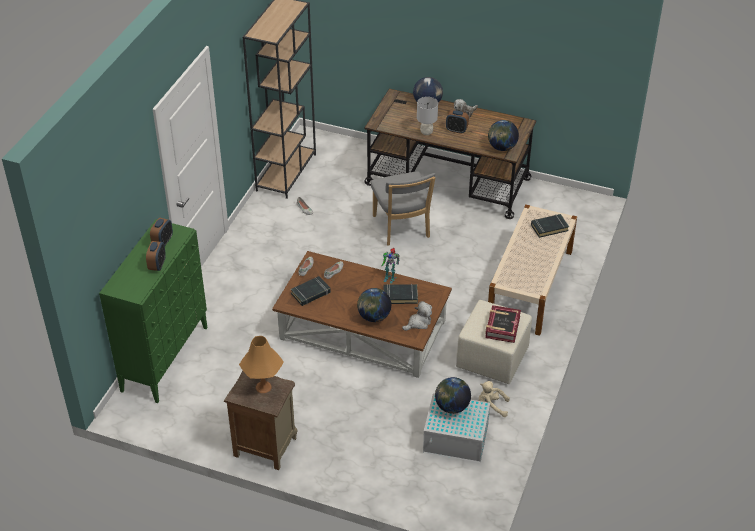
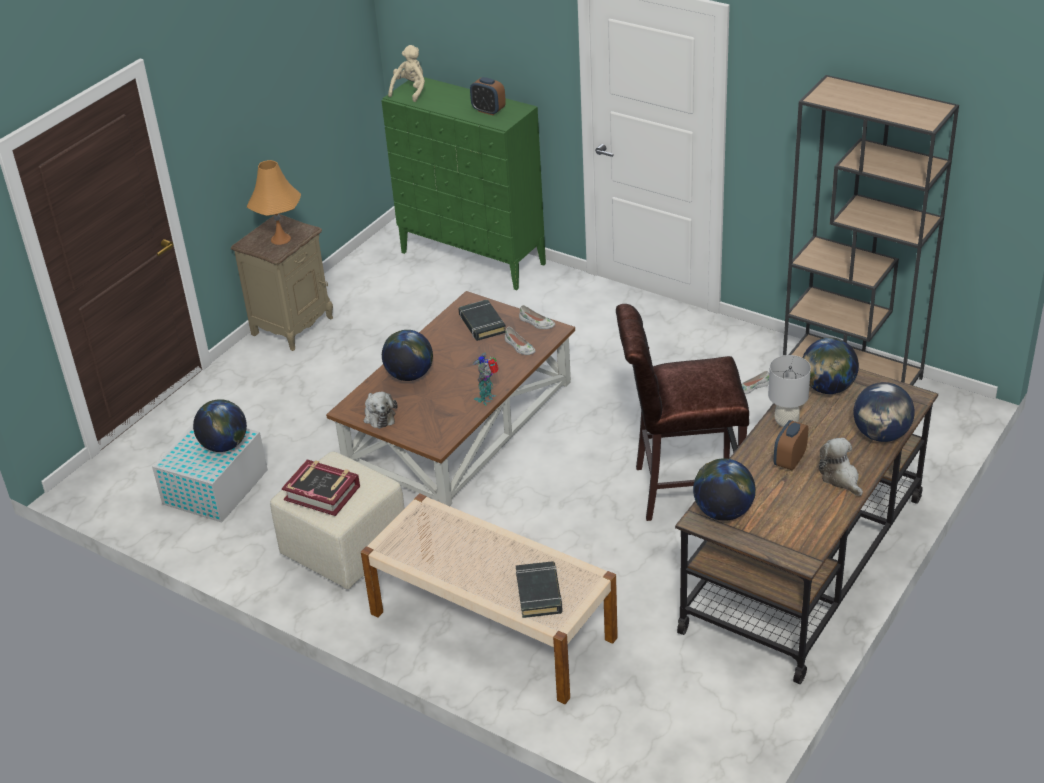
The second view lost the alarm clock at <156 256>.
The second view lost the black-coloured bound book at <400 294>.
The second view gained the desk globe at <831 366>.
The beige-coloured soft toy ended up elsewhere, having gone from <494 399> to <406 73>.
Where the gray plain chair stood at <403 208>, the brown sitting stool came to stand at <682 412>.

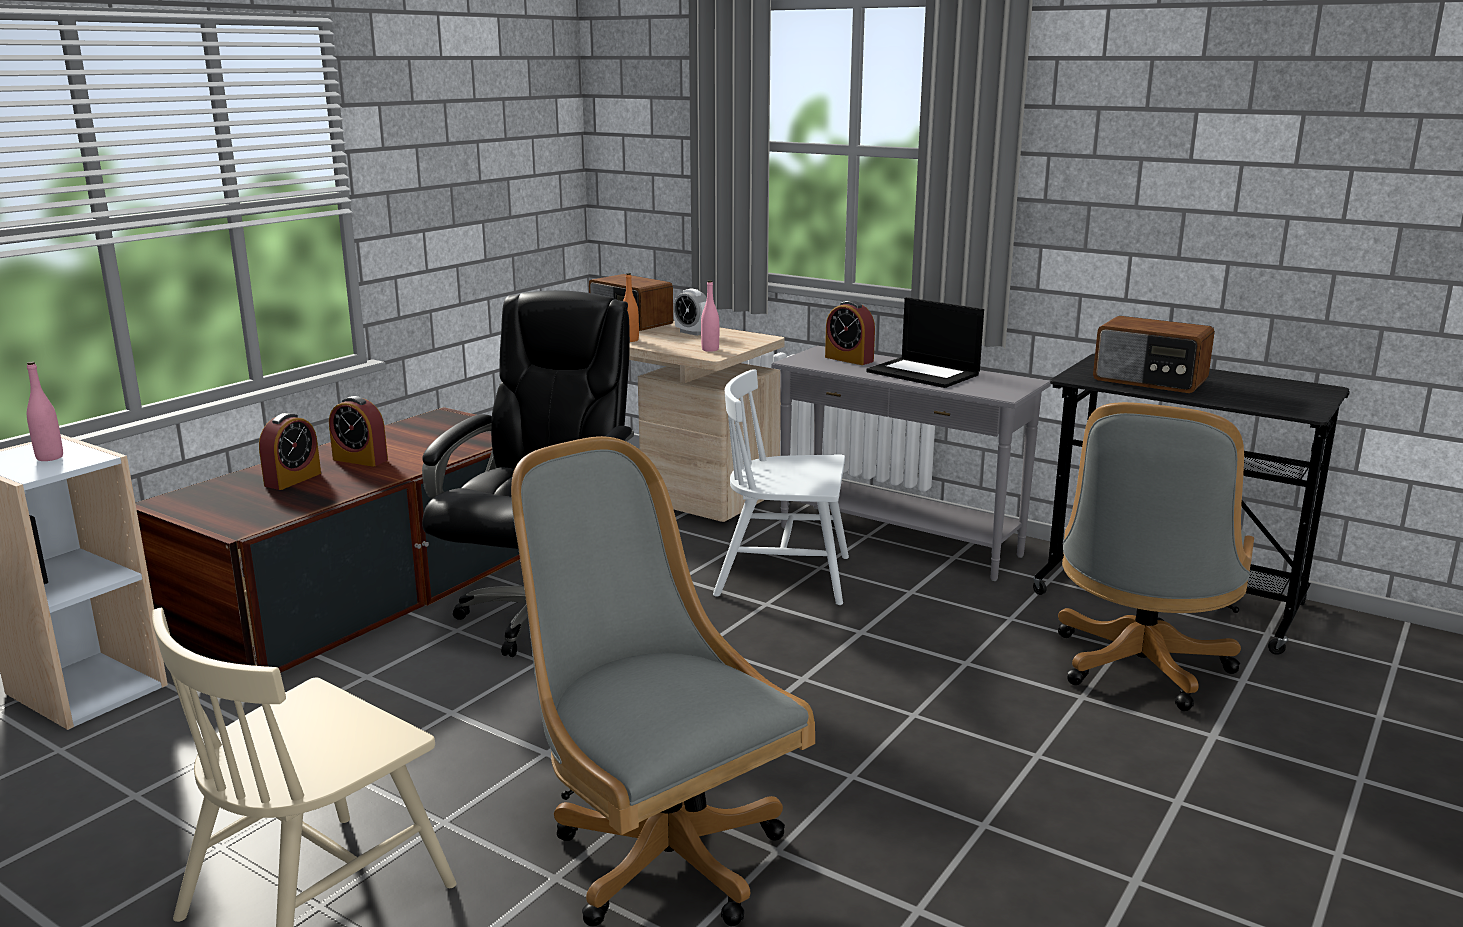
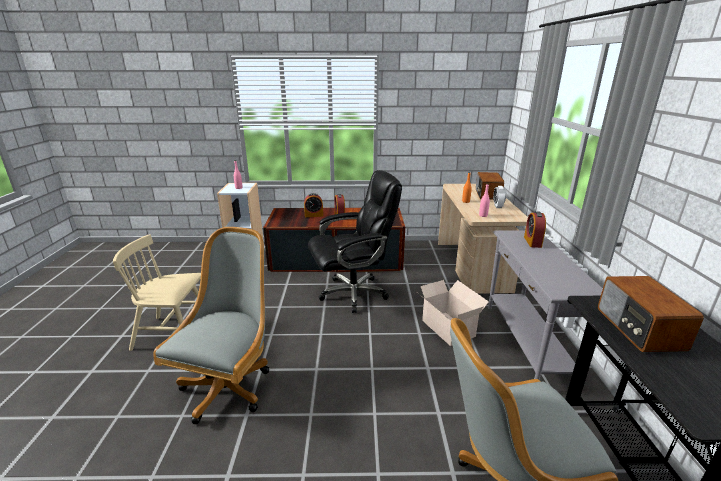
The second view lost the laptop at <925 342>.
Where the white plain chair stood at <781 487>, the cardboard box came to stand at <454 313>.

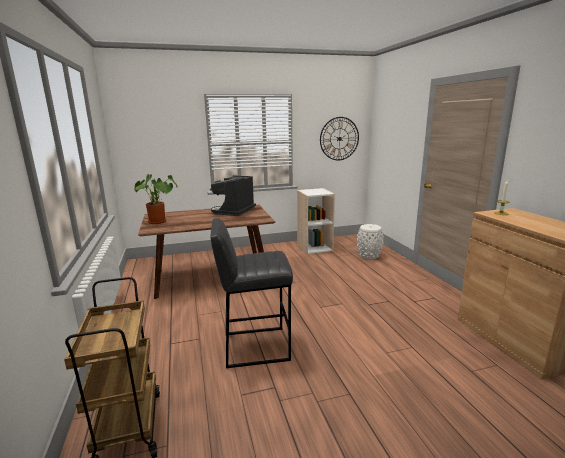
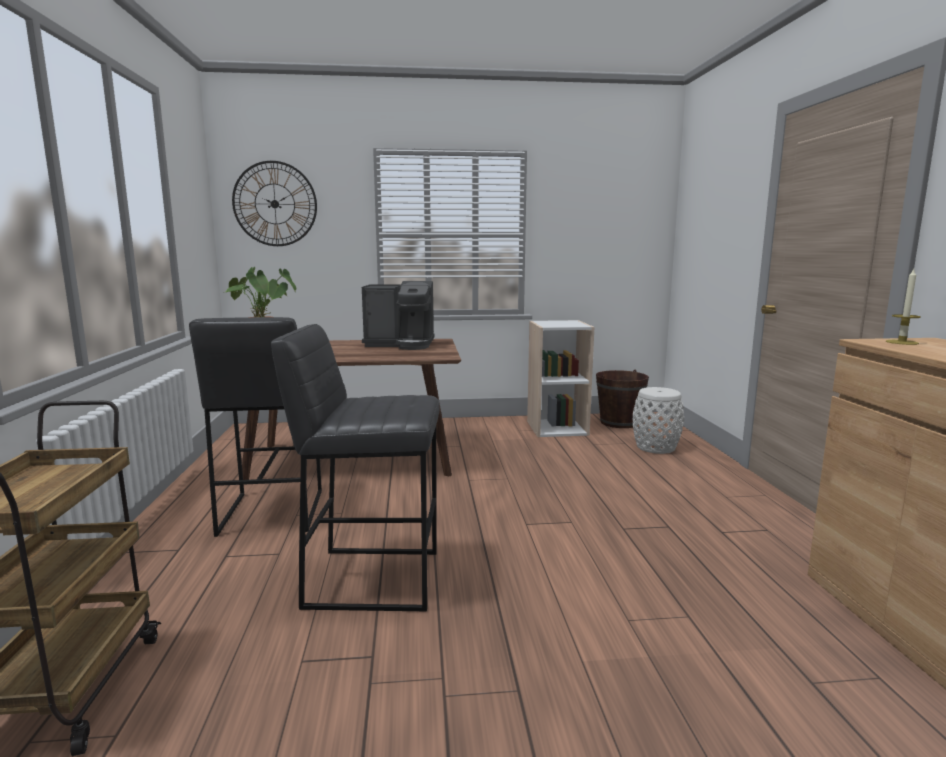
The second view gained the gray sitting stool at <255 427>.
The second view gained the brown water bucket at <622 399>.
The wall clock ended up elsewhere, having gone from <339 138> to <274 203>.
The coffee maker at <233 195> ended up facing another way, 120 degrees counterclockwise from before.

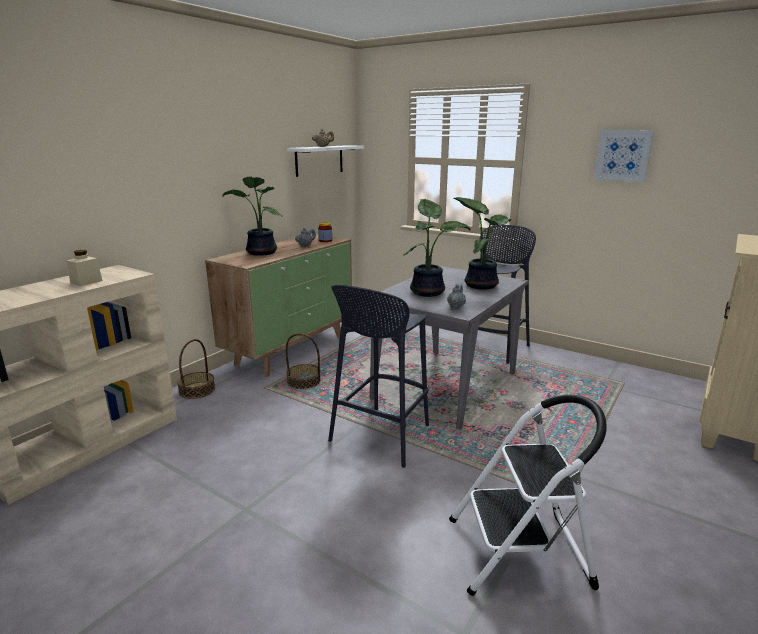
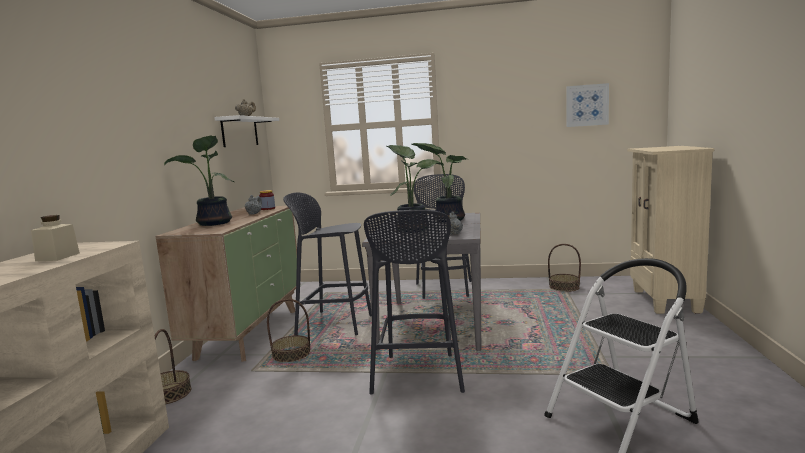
The second view gained the gray sitting stool at <327 263>.
The second view gained the storage basket at <564 268>.
The picture ended up elsewhere, having gone from <624 156> to <587 105>.

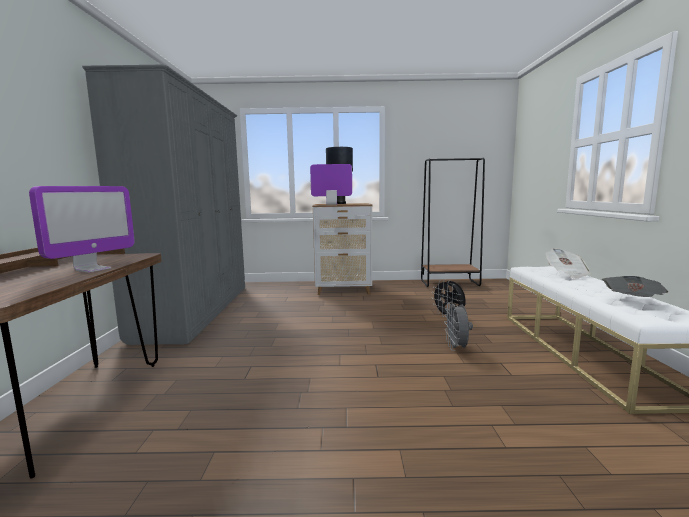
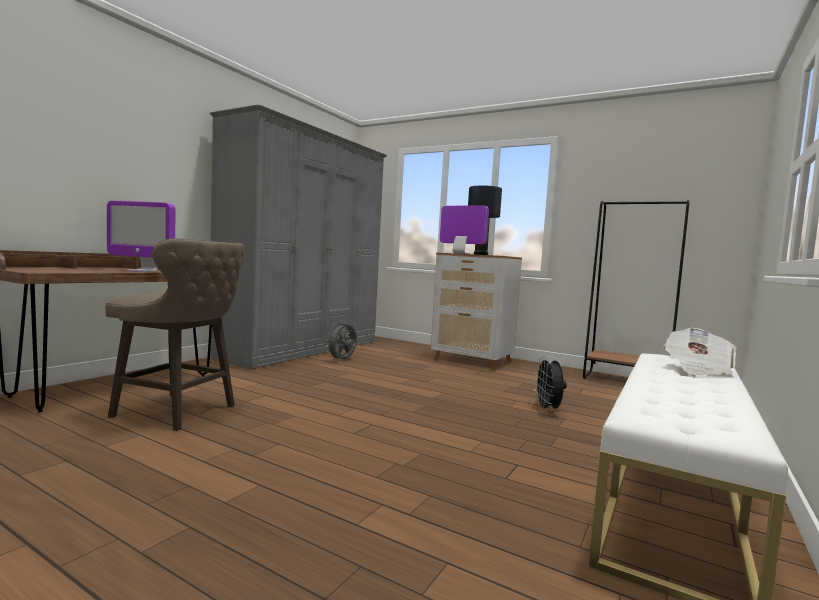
The second view lost the daily paper at <635 286>.
The second view gained the beige-coloured sitting stool at <174 334>.
The gray fan ended up elsewhere, having gone from <458 326> to <341 341>.
The monitor at <82 229> ended up facing another way, 45 degrees clockwise from before.

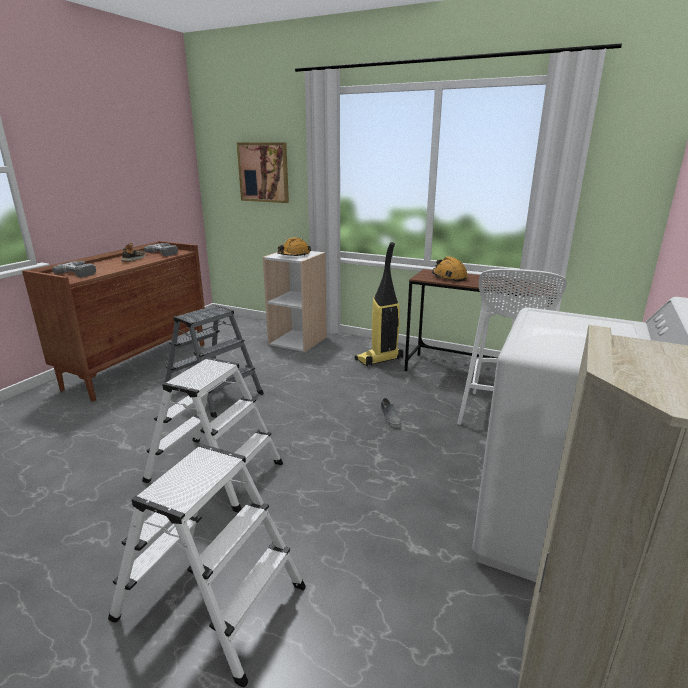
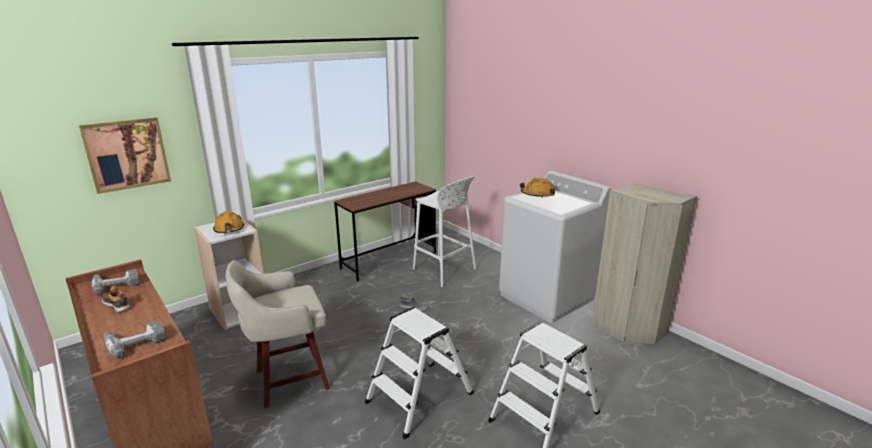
The second view lost the vacuum at <379 304>.
The orange hard hat ended up elsewhere, having gone from <450 269> to <537 188>.
Where the gray step ladder stood at <213 361>, the beige-coloured sitting stool came to stand at <278 334>.

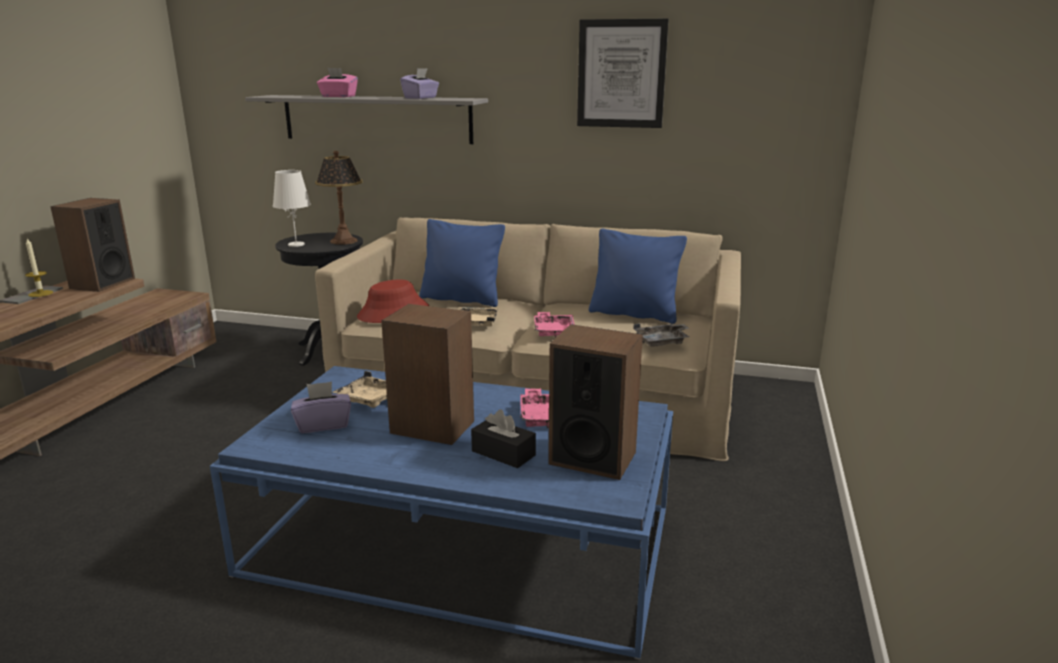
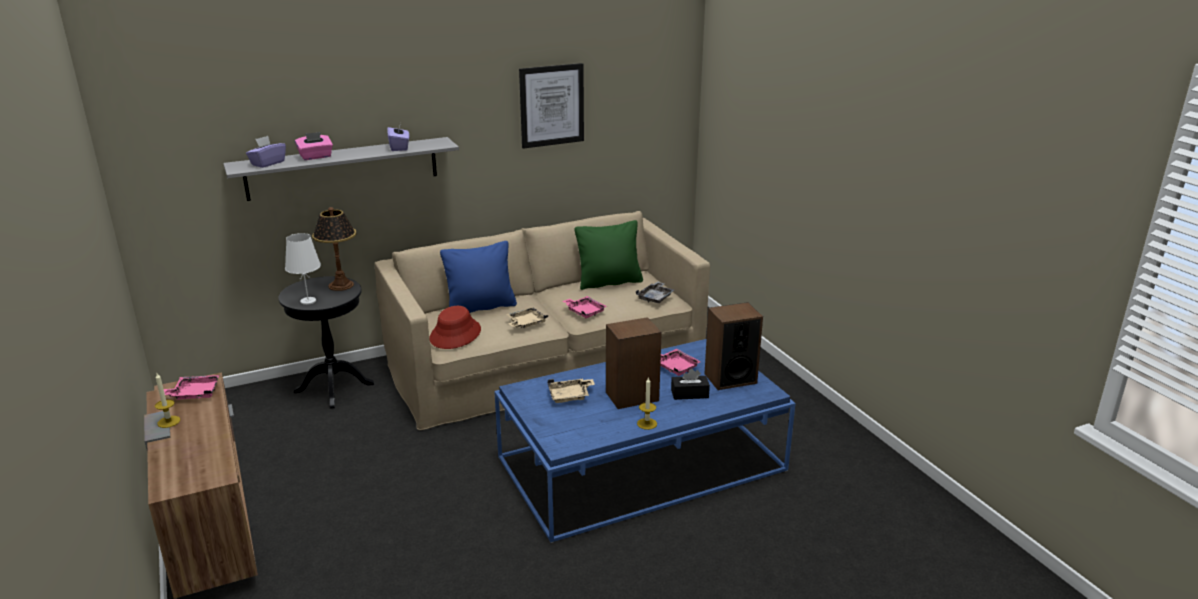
The second view gained the wax light at <647 403>.
The purplish tissue holder ended up elsewhere, having gone from <321 407> to <266 152>.
Where the audio speaker stood at <92 245>, the pink-coloured tray came to stand at <191 387>.
What was the blue throw pillow at <638 276> turned into the green throw pillow at <609 255>.

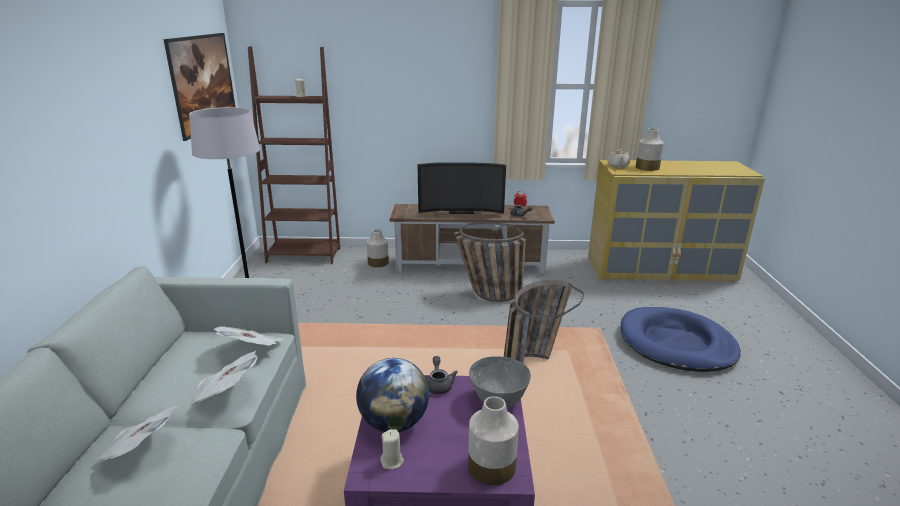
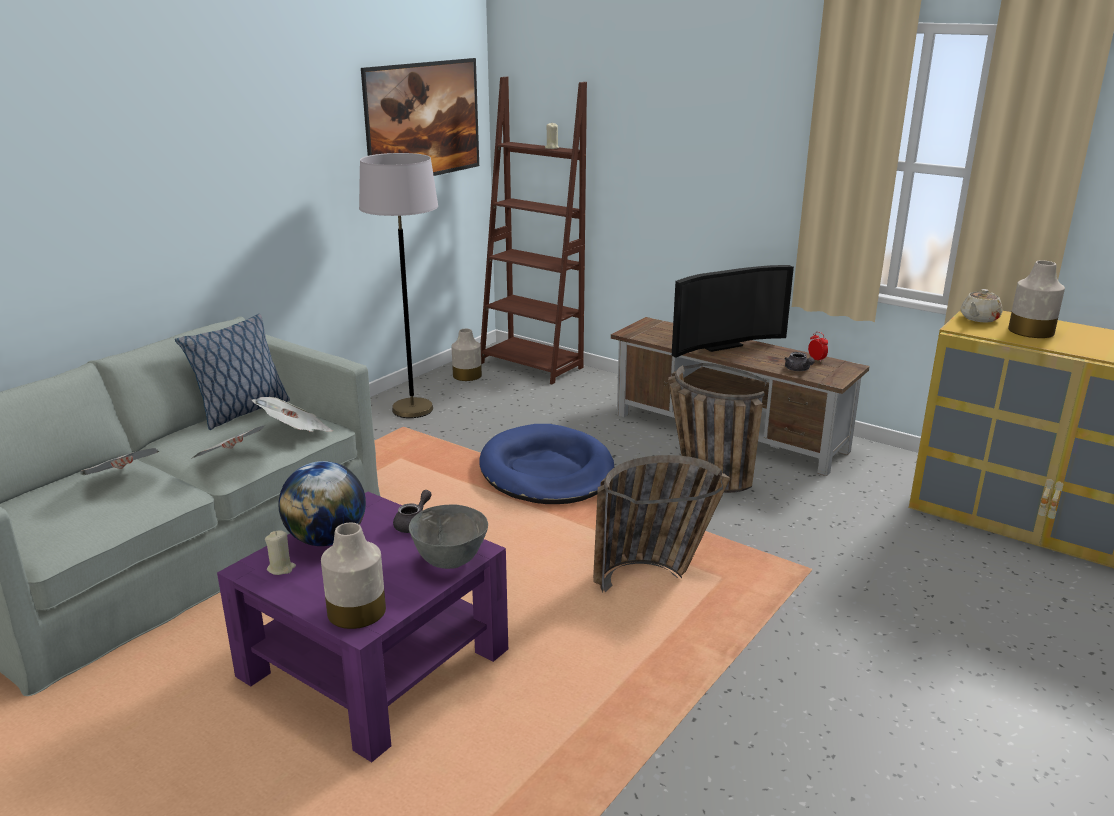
The second view gained the throw pillow at <232 372>.
The beige-coloured decorative vase ended up elsewhere, having gone from <378 248> to <467 355>.
The blue dog cushion ended up elsewhere, having gone from <681 339> to <546 464>.
The television at <462 188> ended up facing another way, 60 degrees counterclockwise from before.

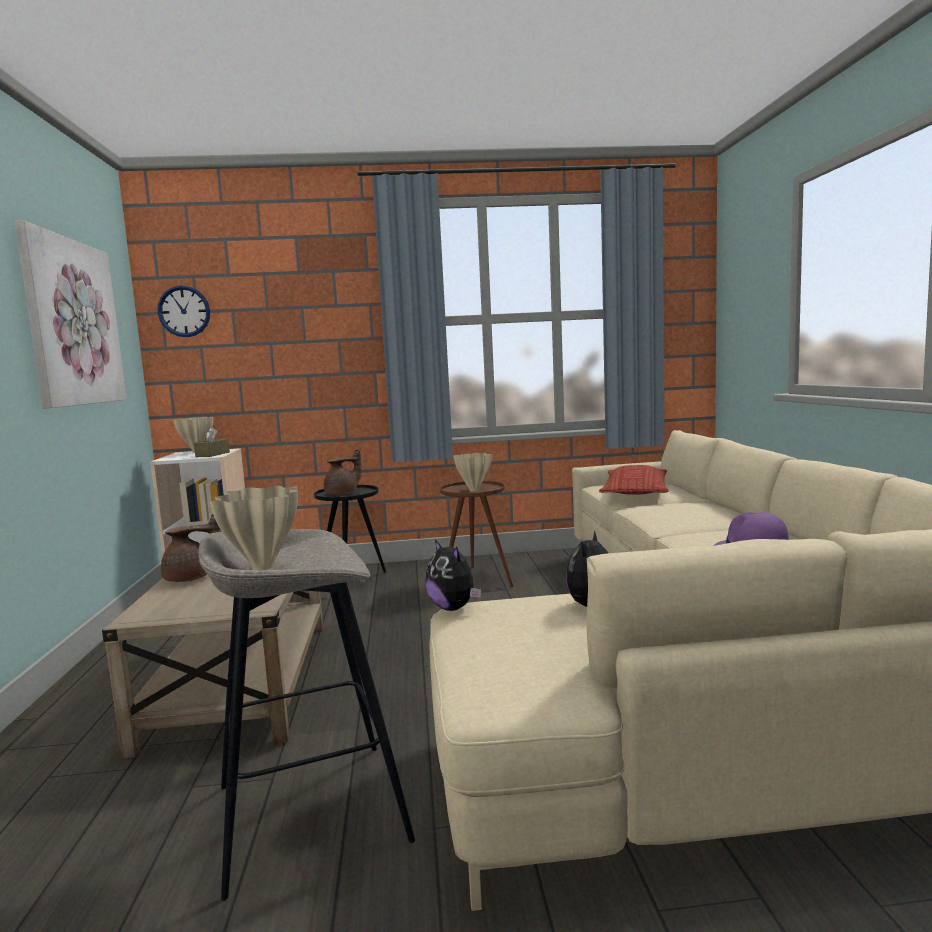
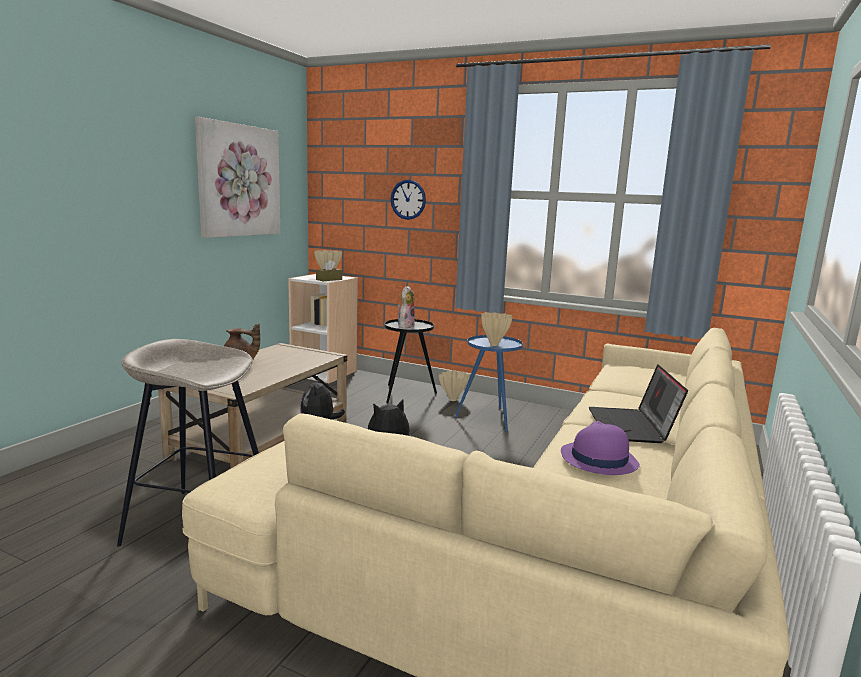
The second view lost the throw pillow at <634 480>.
The second view gained the laptop at <638 403>.
The wall clock ended up elsewhere, having gone from <183 311> to <408 200>.
The beige-coloured decorative vase ended up elsewhere, having gone from <254 528> to <454 385>.
Where the brown pot for tea stood at <343 472>, the soft toy came to stand at <406 307>.
What was the brown end table at <476 534> turned into the blue end table at <489 384>.

